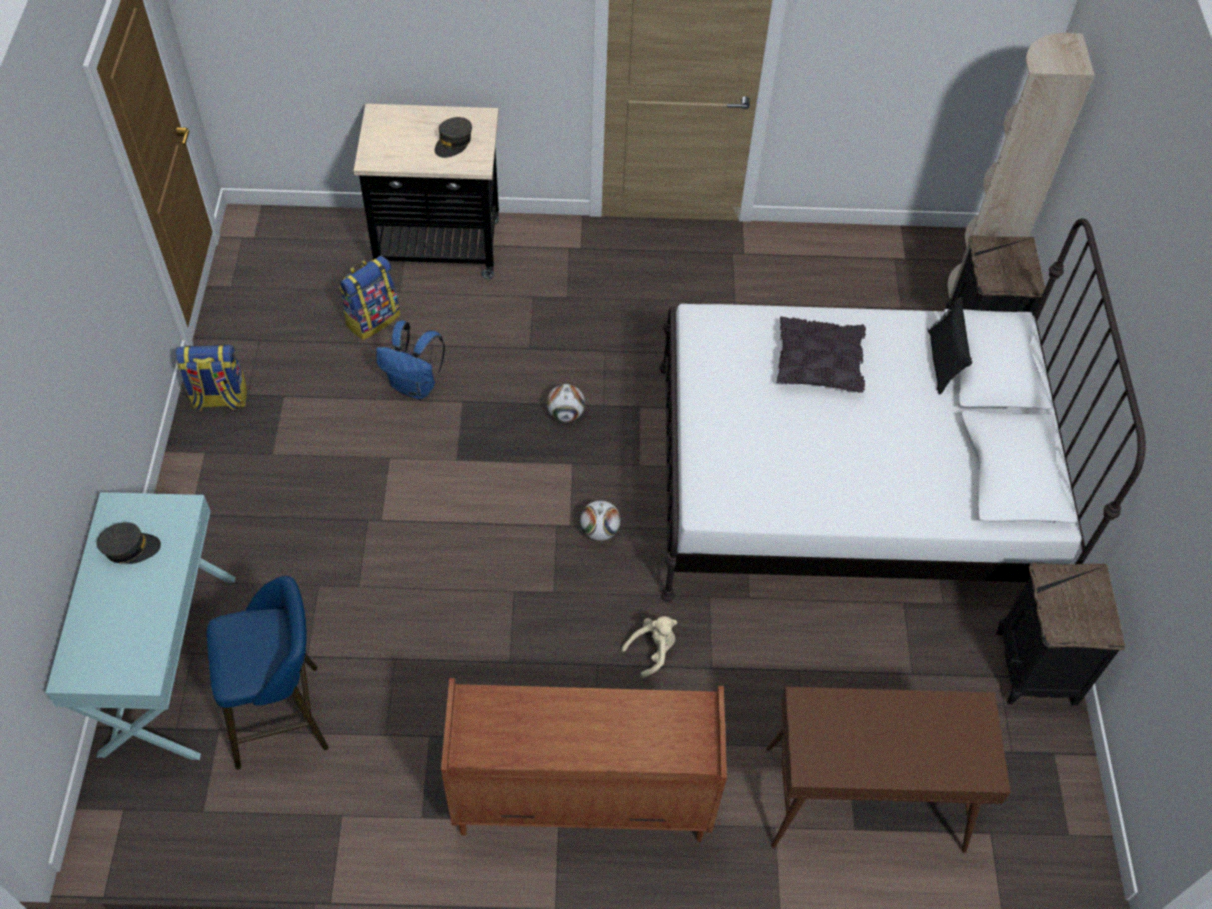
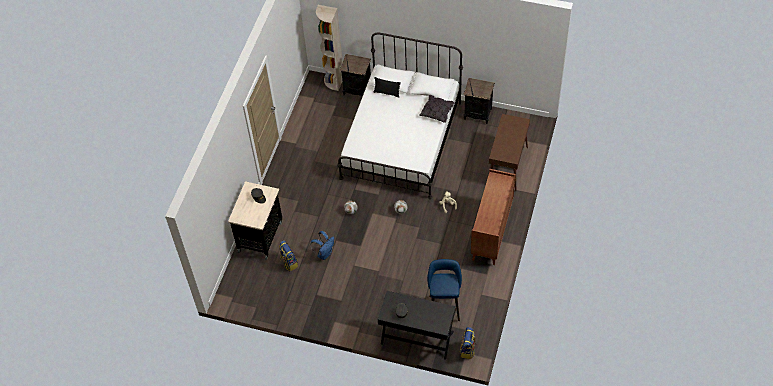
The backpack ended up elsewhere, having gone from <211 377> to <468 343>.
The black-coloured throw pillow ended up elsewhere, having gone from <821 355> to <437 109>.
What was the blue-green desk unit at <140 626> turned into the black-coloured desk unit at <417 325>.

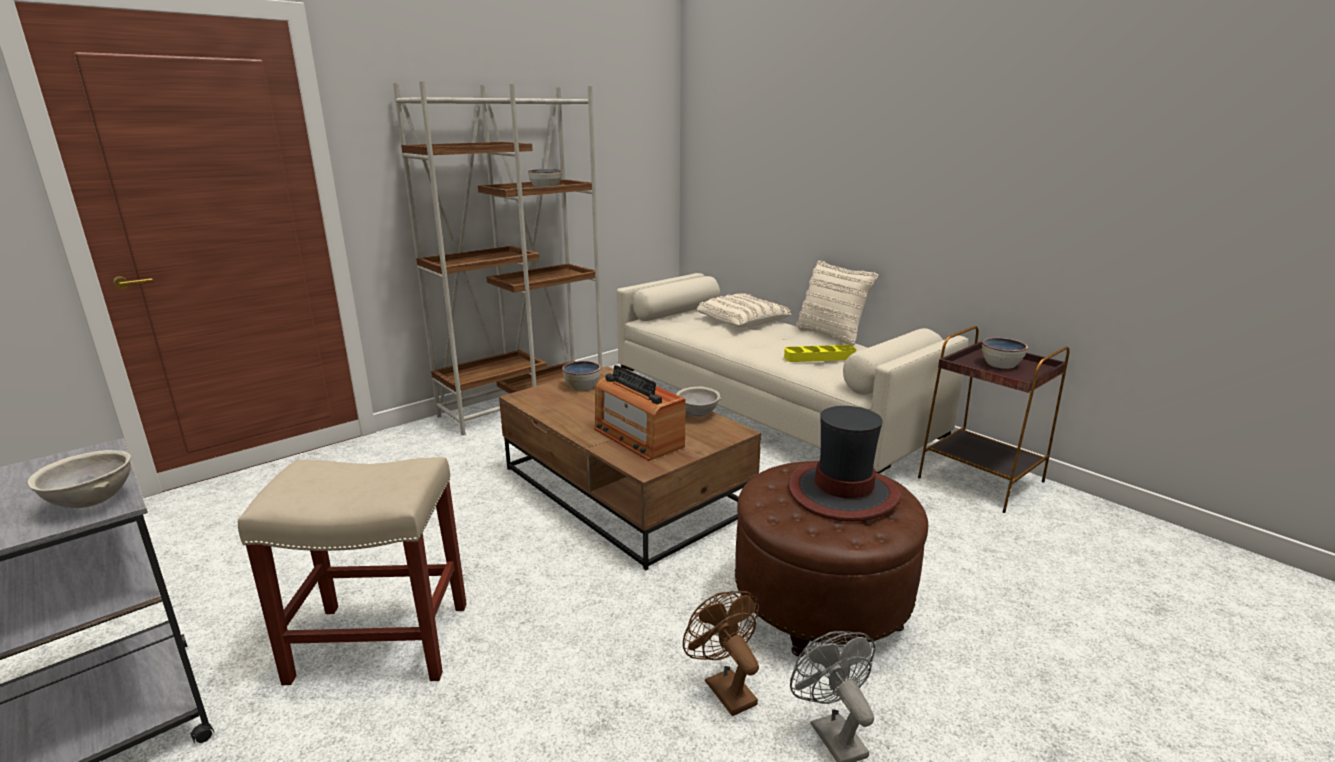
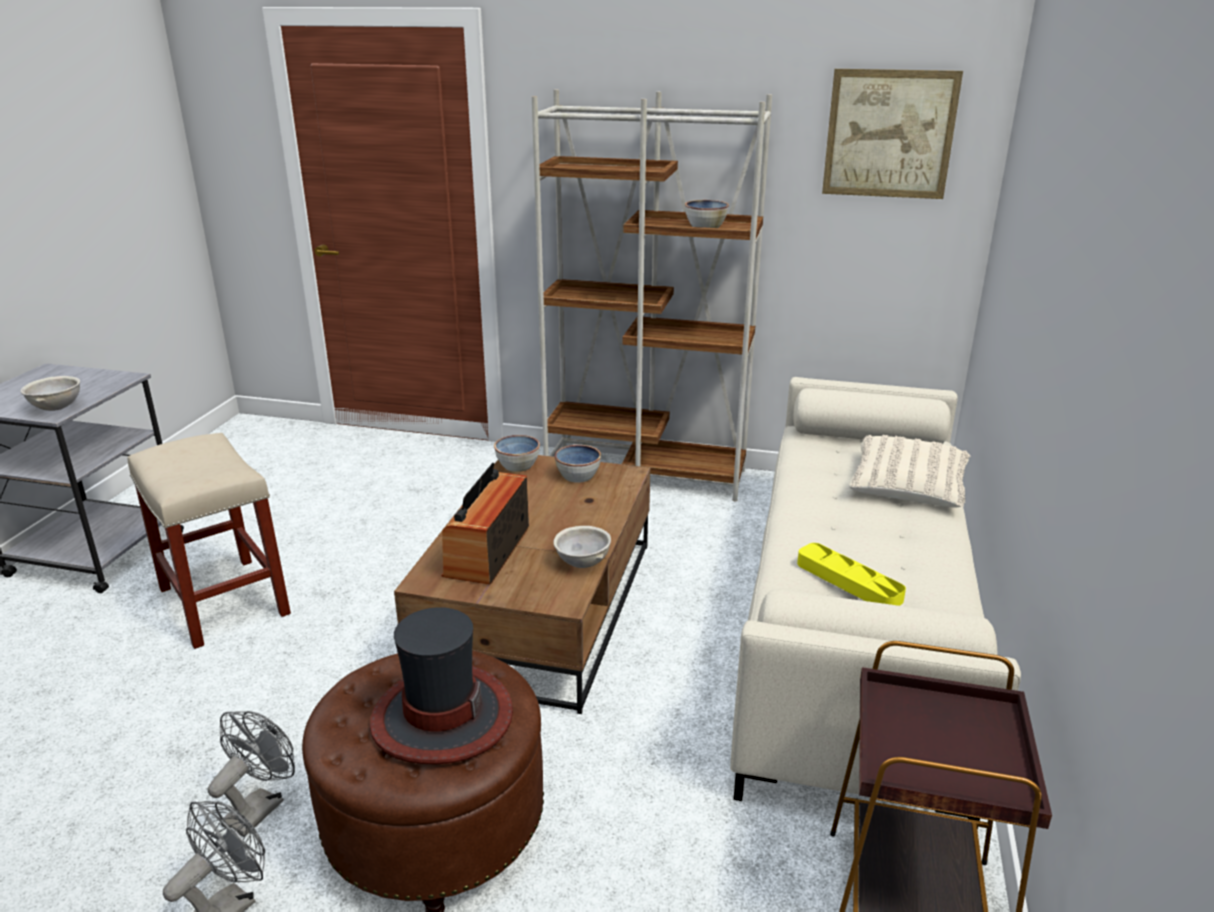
The second view lost the beige-coloured throw pillow at <837 303>.
The second view gained the picture at <892 134>.
The serving bowl ended up elsewhere, having gone from <1005 353> to <517 453>.
What was the brown fan at <721 653> turned into the gray fan at <251 774>.

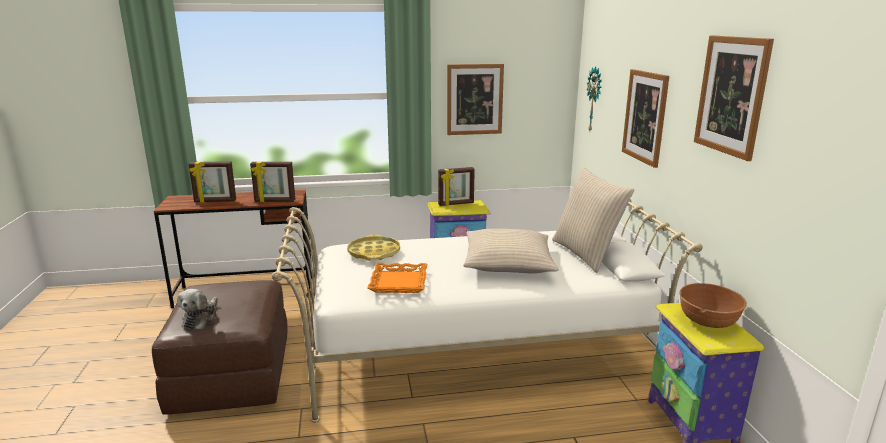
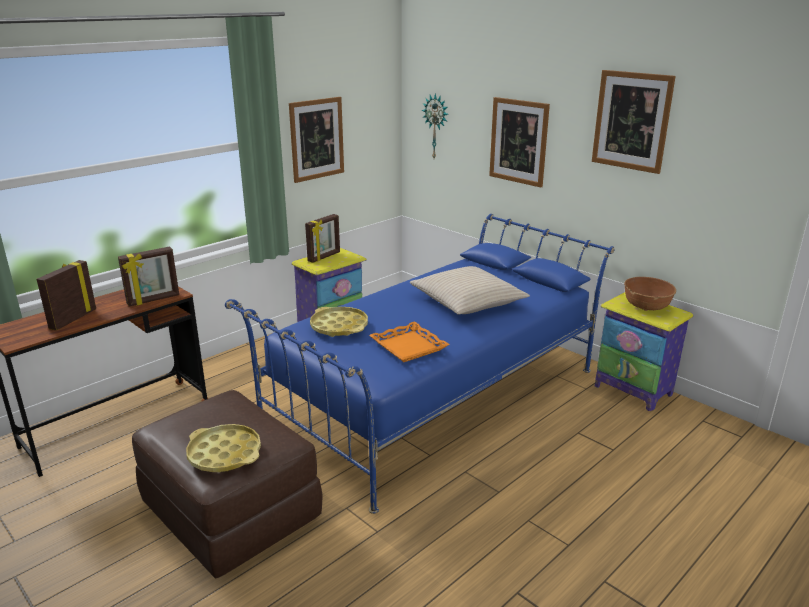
The second view lost the beige-coloured throw pillow at <593 220>.
Where the soft toy stood at <197 309>, the yellowish tray came to stand at <223 448>.
What was the white bedroom bed at <487 311> turned into the blue bedroom bed at <420 364>.
The photo frame at <212 182> ended up facing another way, 150 degrees clockwise from before.

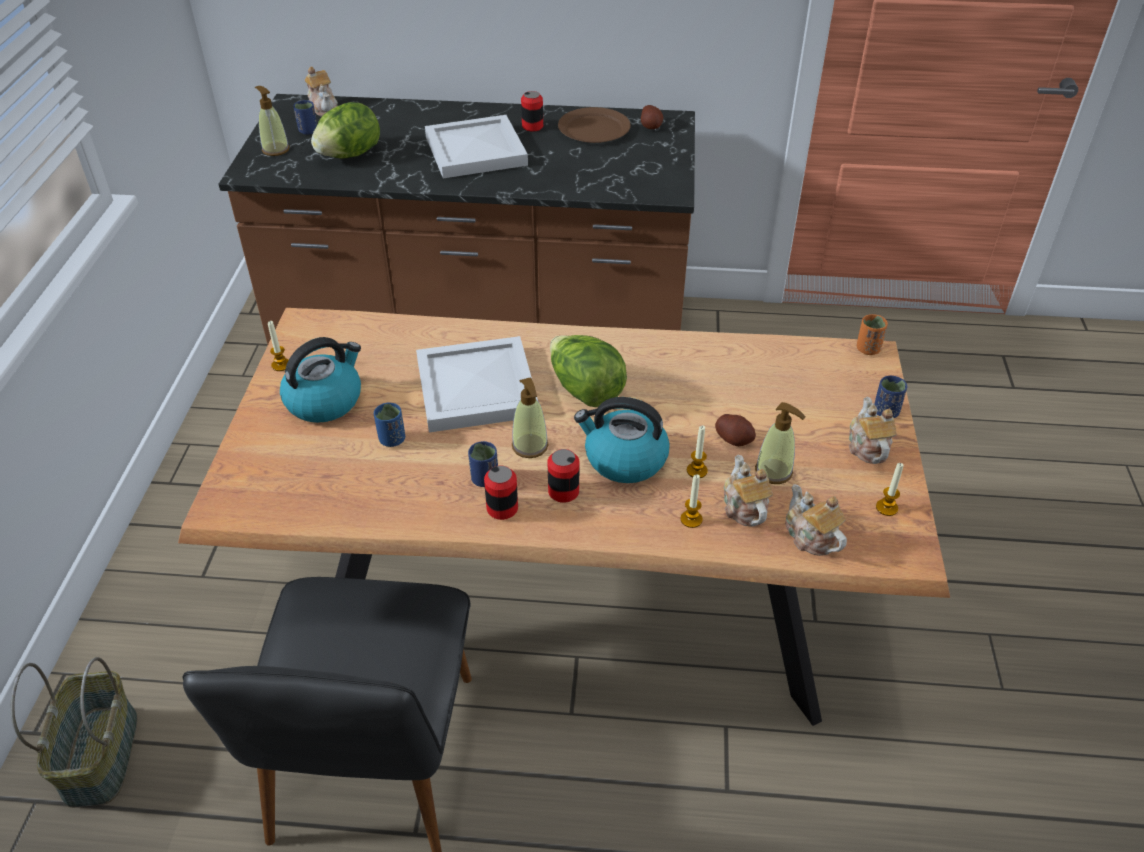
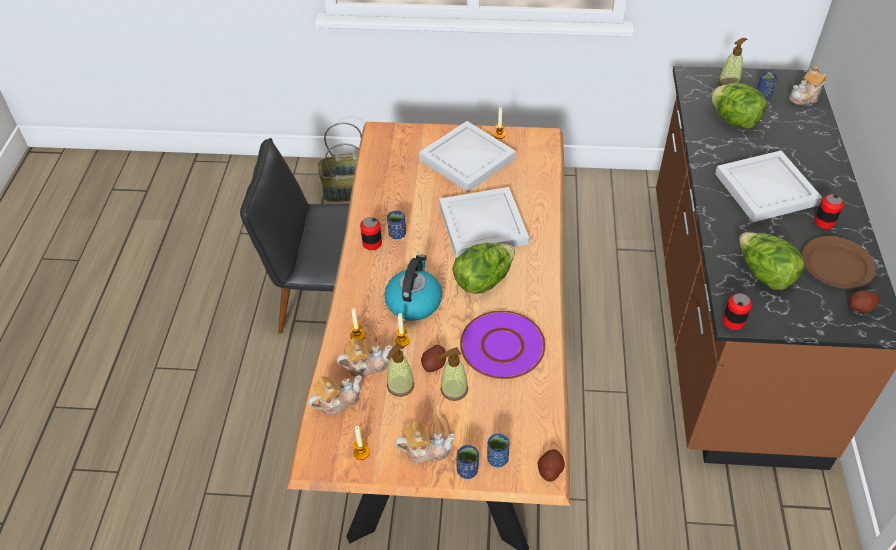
The second view gained the purplish dinner plate at <503 344>.
The second view gained the lettuce at <771 261>.
The blue small cup ended up elsewhere, having gone from <389 425> to <498 450>.
The soap bottle ended up elsewhere, having gone from <530 417> to <453 374>.
The can ended up elsewhere, having gone from <563 476> to <737 311>.
Where the tea kettle stood at <320 380>, the white tray came to stand at <467 156>.
Where the orange small cup stood at <872 334>, the potato came to stand at <551 465>.

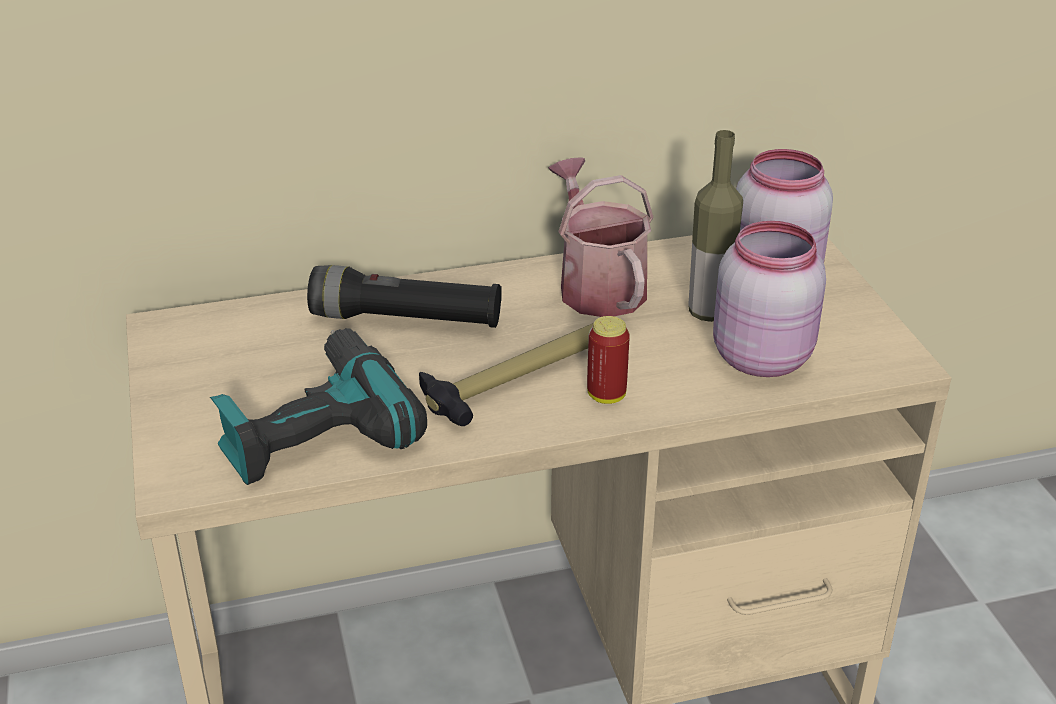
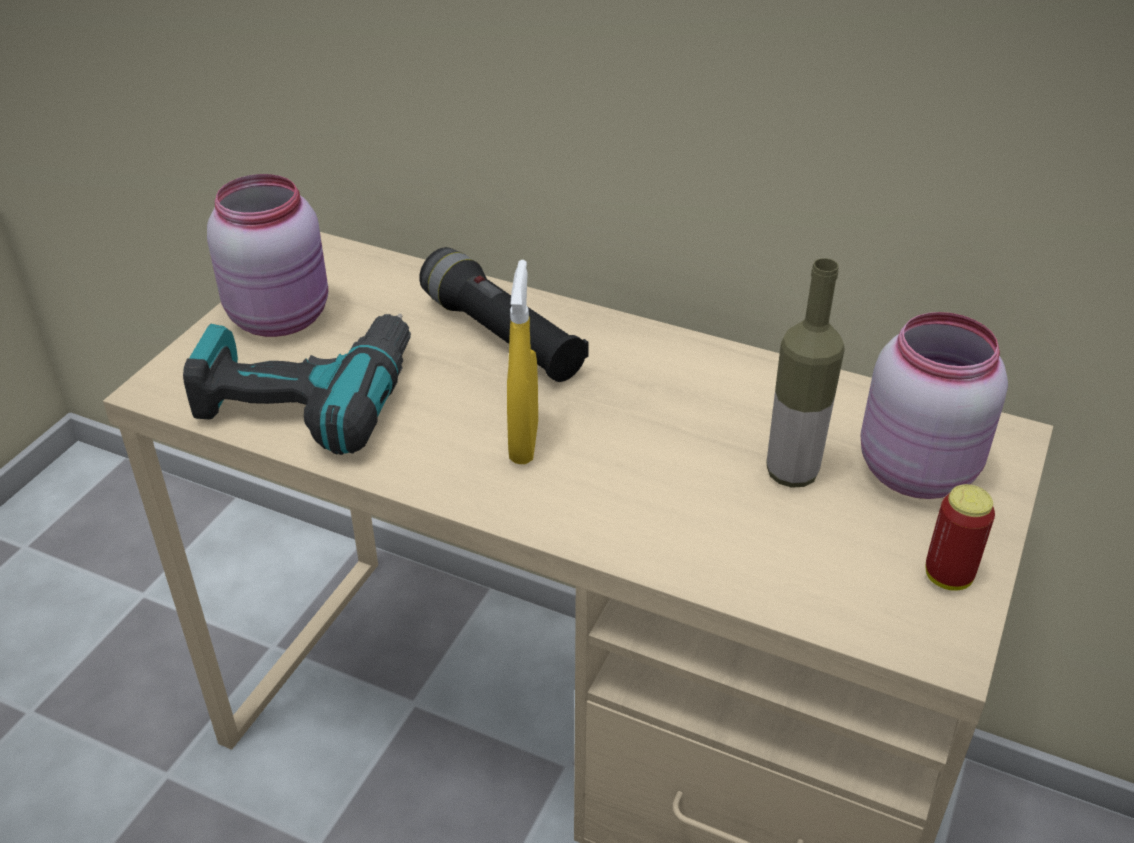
The second view lost the watering pot at <601 237>.
The can ended up elsewhere, having gone from <608 360> to <960 537>.
The pink-coloured jar ended up elsewhere, having gone from <769 299> to <267 255>.
Where the hammer stood at <506 374>, the yellowish hand sprayer came to stand at <522 362>.

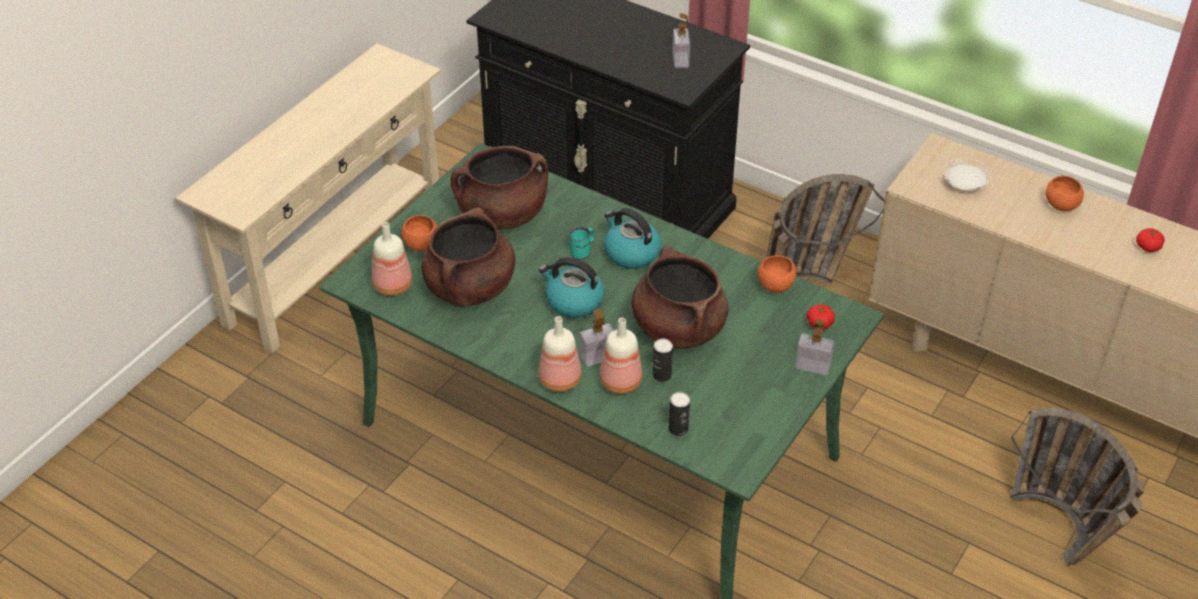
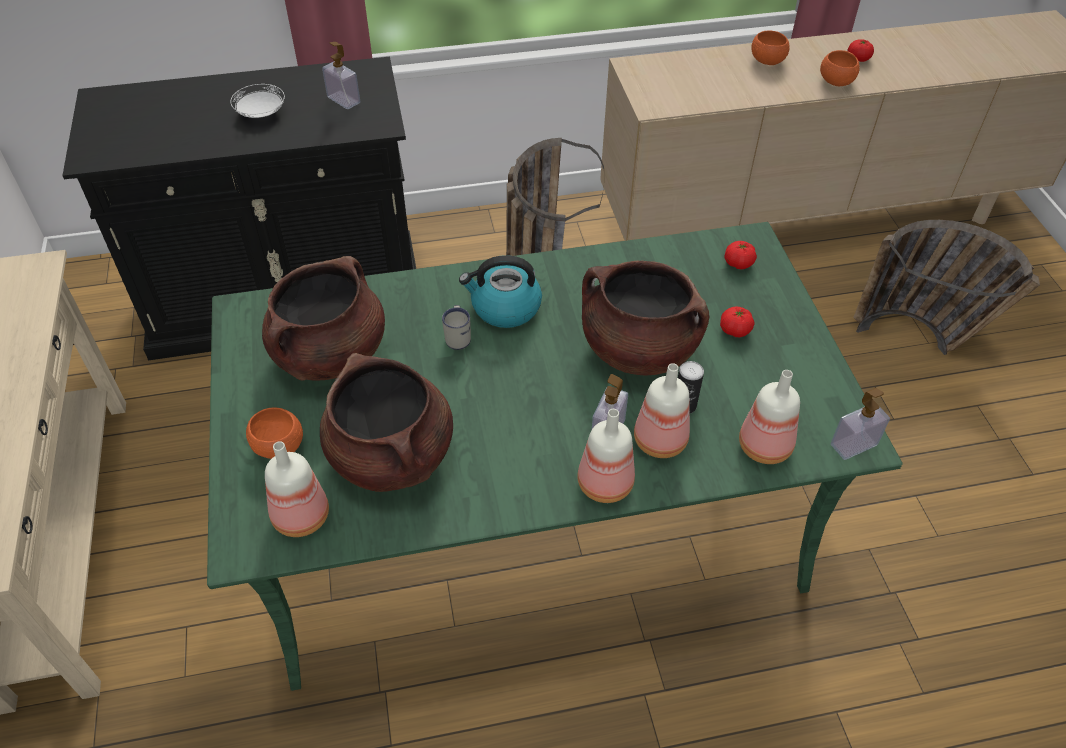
The second view lost the tea kettle at <571 287>.
The second view gained the whole tomato at <737 322>.
The orange serving bowl ended up elsewhere, having gone from <777 274> to <840 68>.
The soap bottle ended up elsewhere, having gone from <814 347> to <860 424>.
The white dinner plate ended up elsewhere, having gone from <967 174> to <257 101>.
Where the can stood at <679 414>, the beverage bottle came to stand at <769 417>.
What was the blue-green mug at <582 243> turned into the white mug at <456 327>.

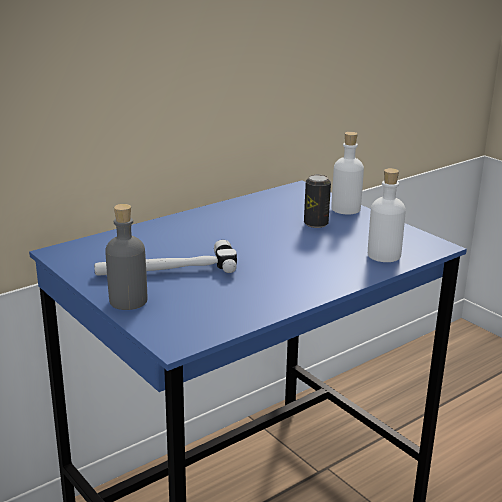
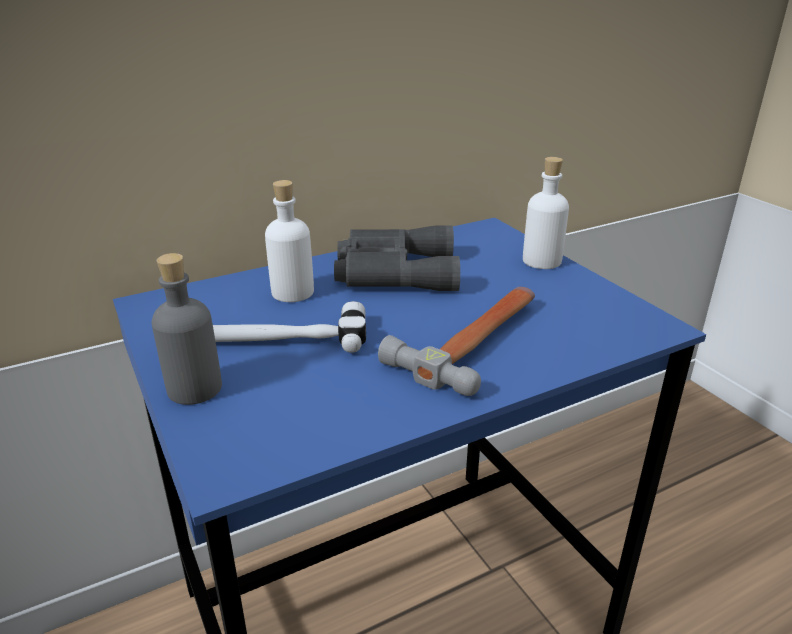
The second view lost the can at <317 201>.
The second view gained the gray pair of binoculars at <397 258>.
The second view gained the hammer at <456 341>.
The white beverage bottle ended up elsewhere, having gone from <387 215> to <289 241>.

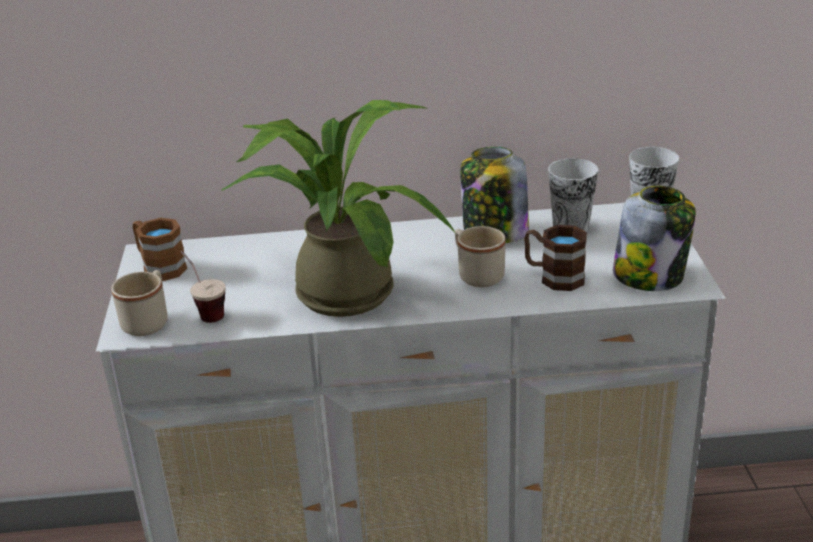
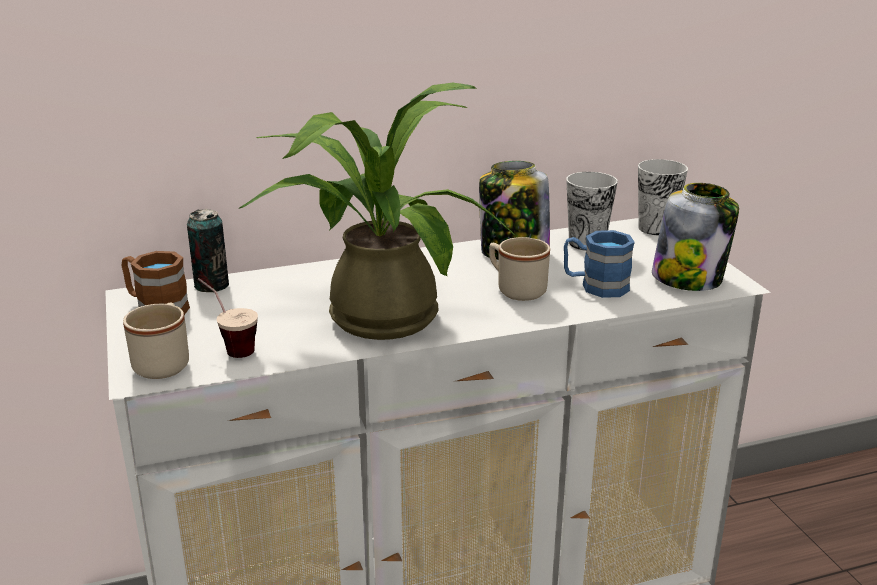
The second view gained the can at <208 250>.
What was the brown mug at <555 258> turned into the blue mug at <599 264>.

